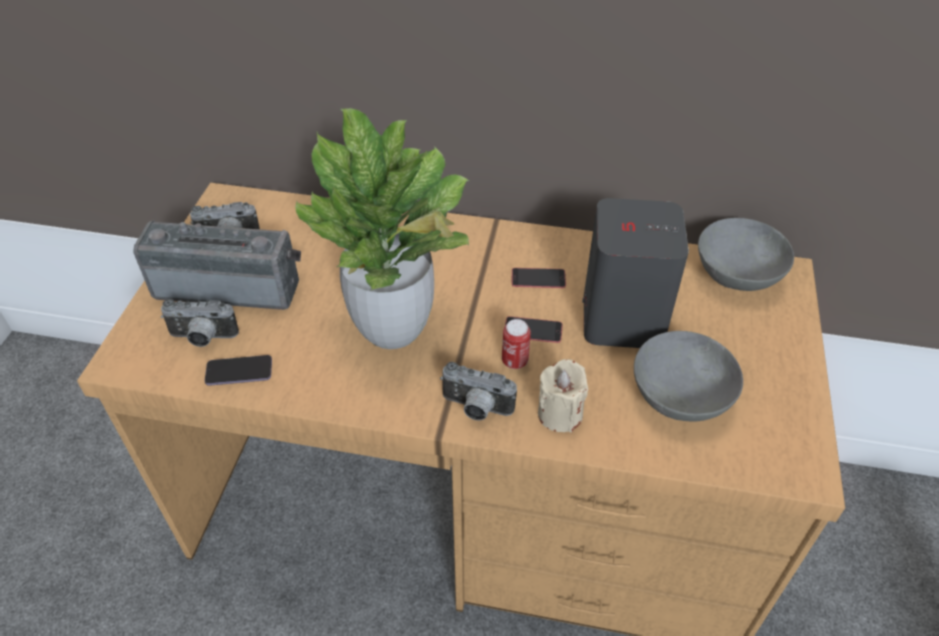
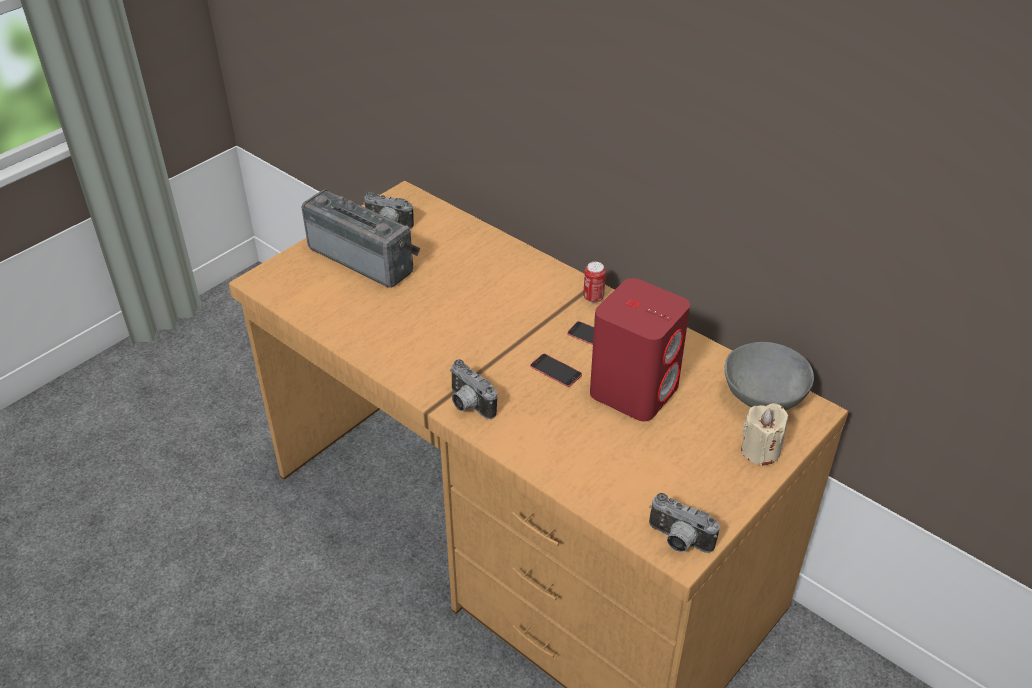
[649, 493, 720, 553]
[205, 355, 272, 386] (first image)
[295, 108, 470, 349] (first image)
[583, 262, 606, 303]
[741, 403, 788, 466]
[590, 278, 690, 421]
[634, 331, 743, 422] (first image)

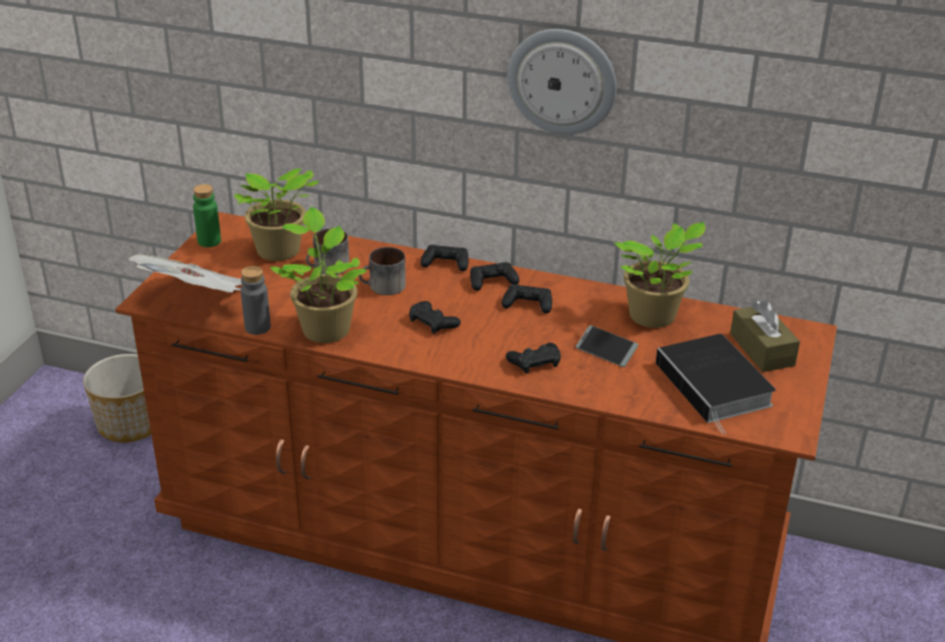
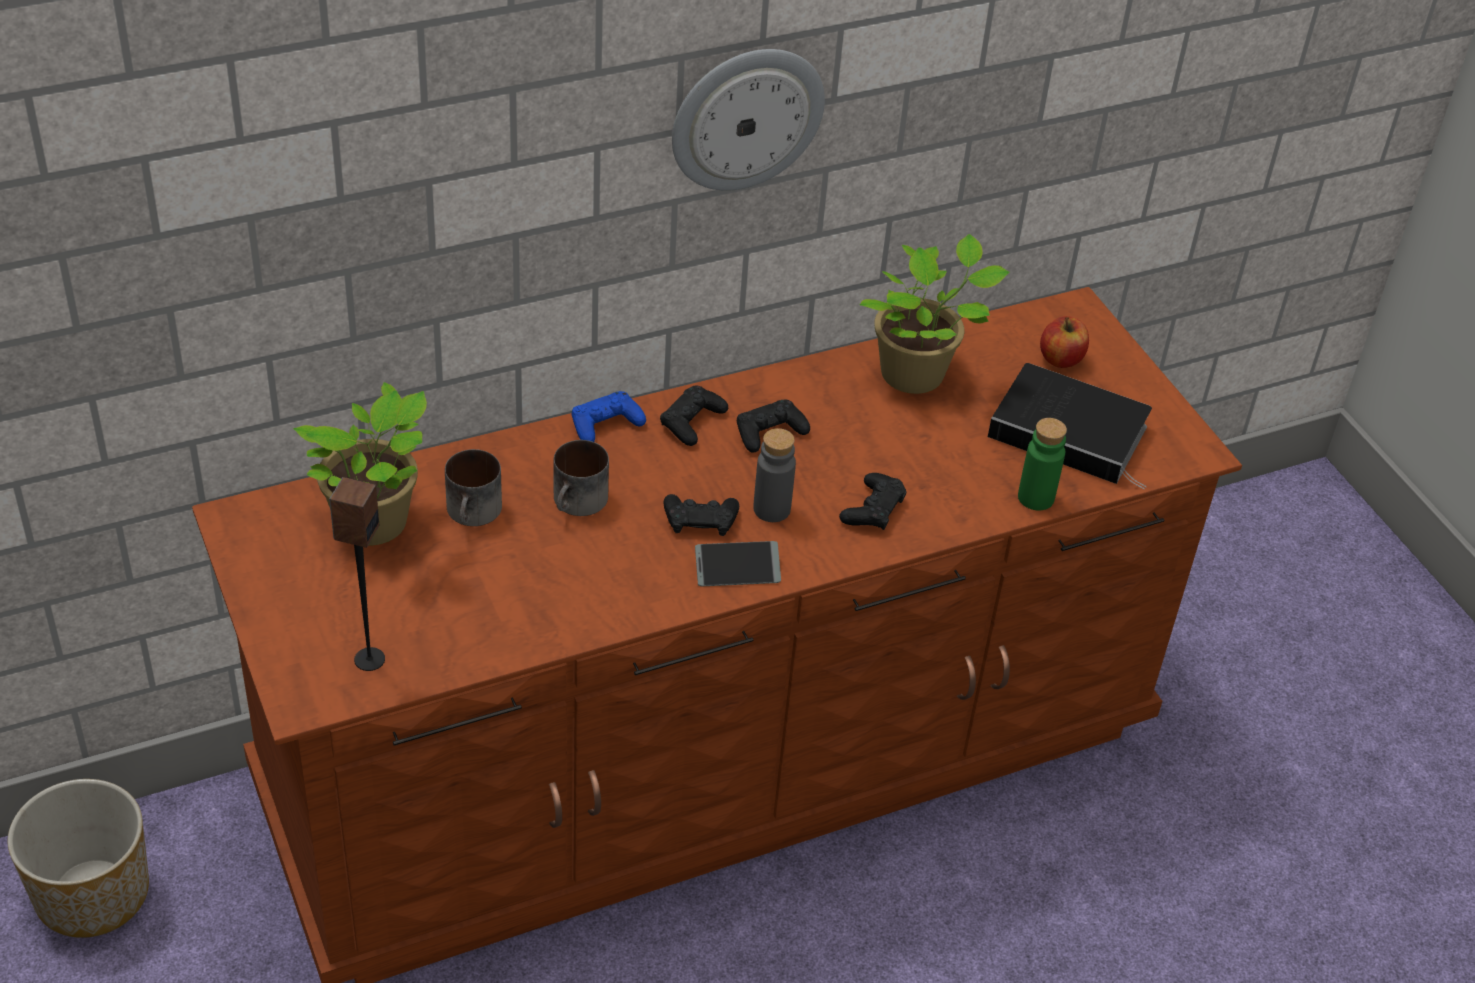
[329, 477, 385, 671]
[1018, 418, 1067, 510]
[753, 428, 796, 522]
[270, 207, 367, 343] (first image)
[572, 391, 646, 442]
[695, 541, 781, 586]
[1040, 316, 1089, 368]

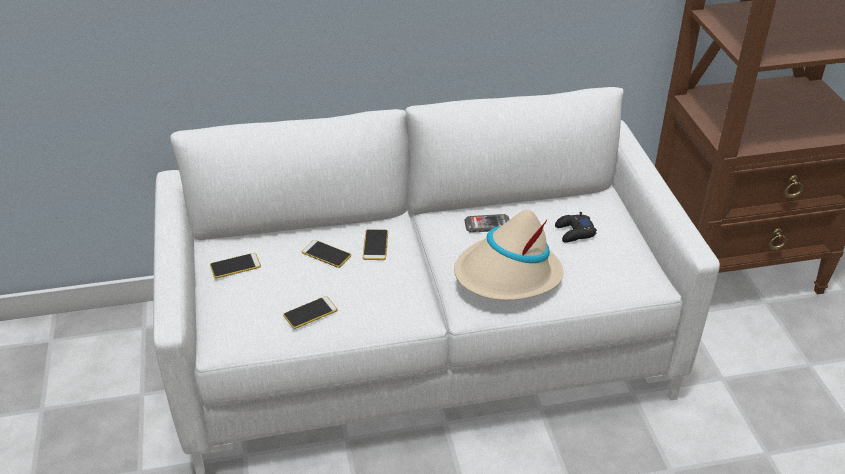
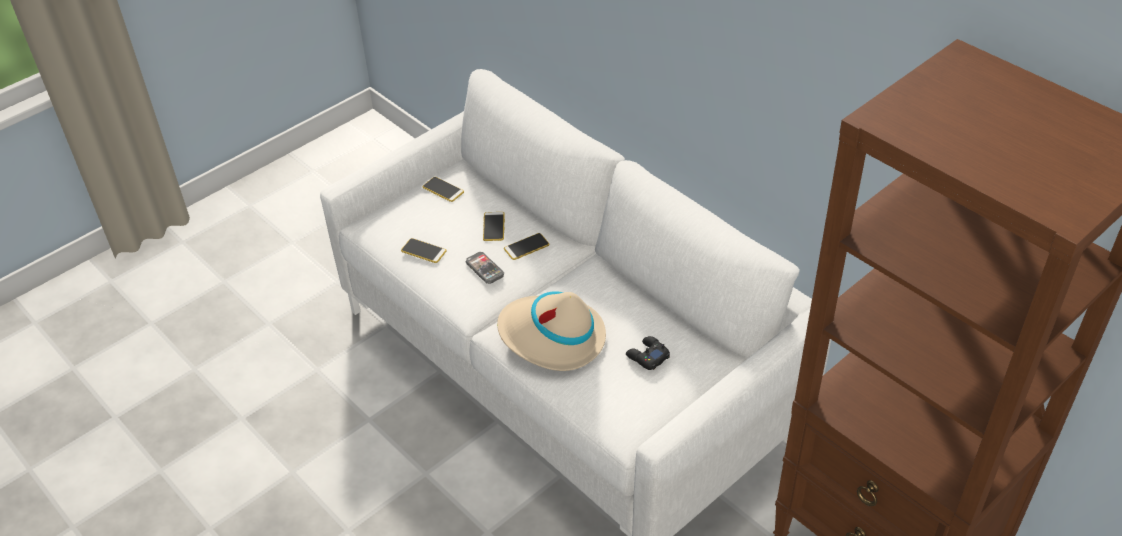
[466, 252, 504, 284]

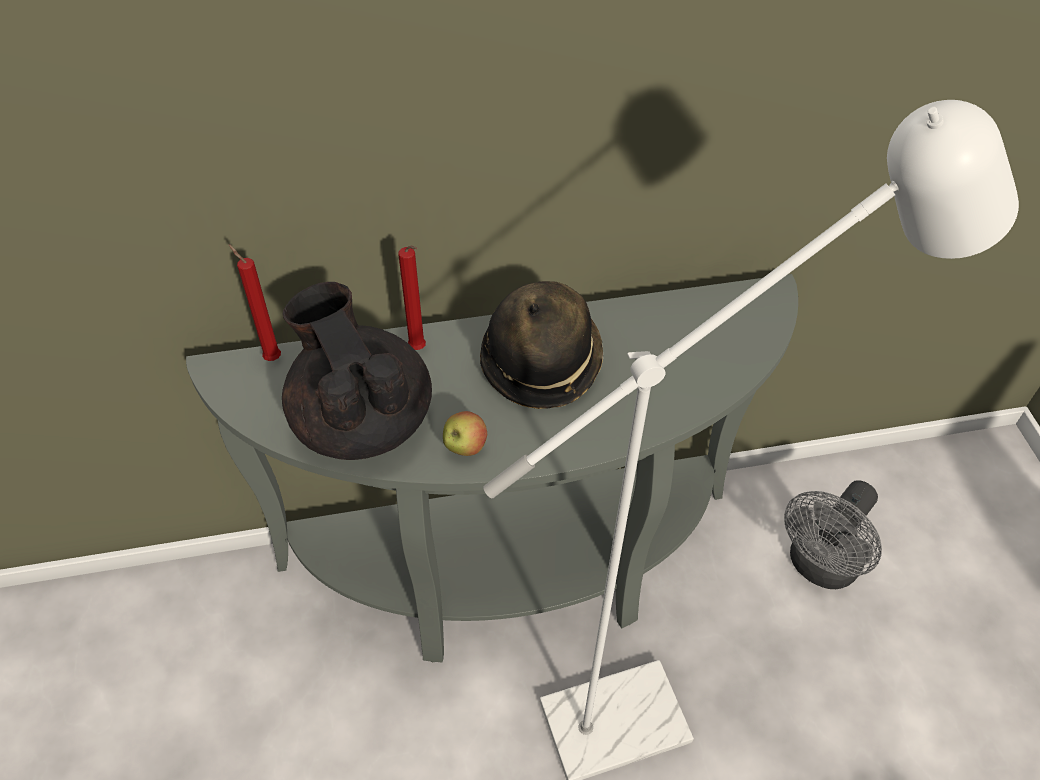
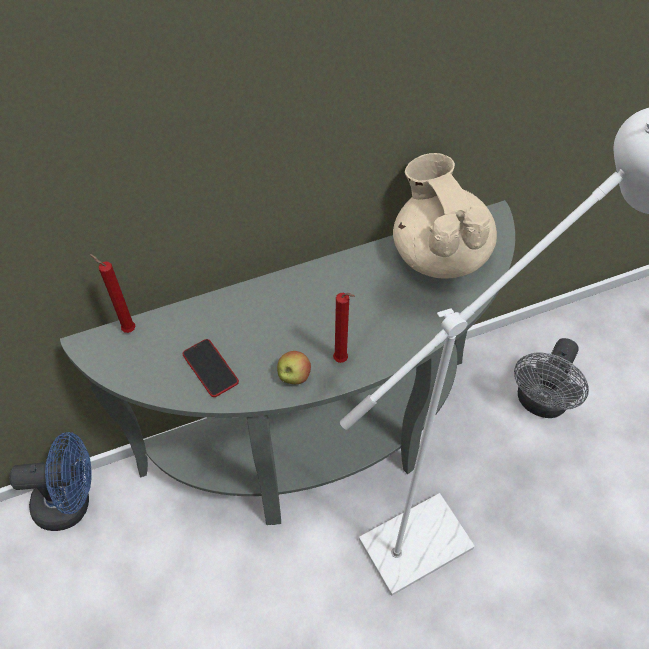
[183, 339, 239, 397]
[333, 293, 355, 363]
[480, 281, 603, 409] (first image)
[9, 432, 92, 531]
[393, 153, 497, 279]

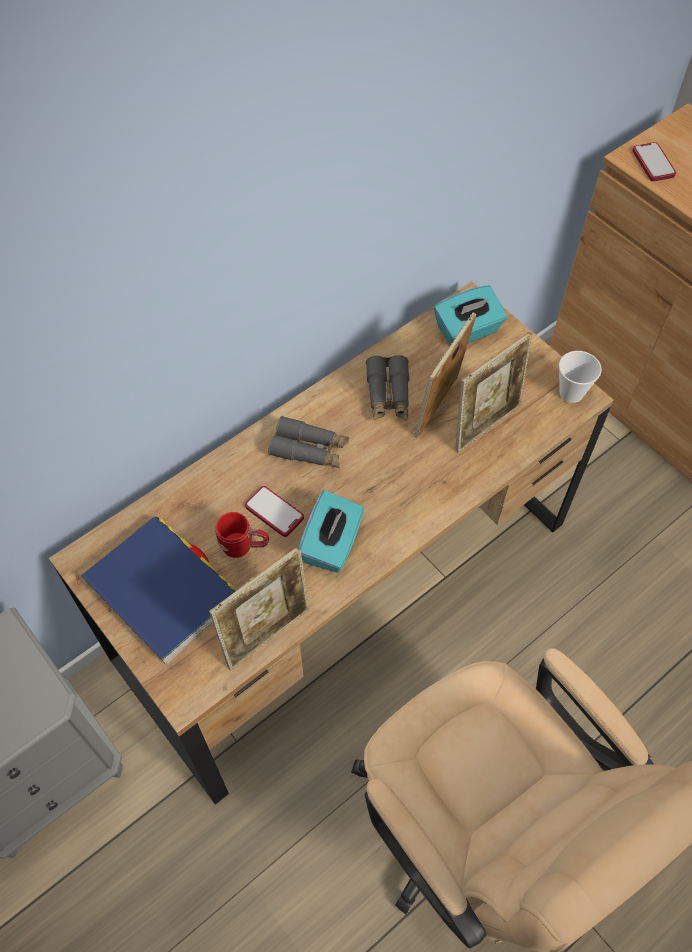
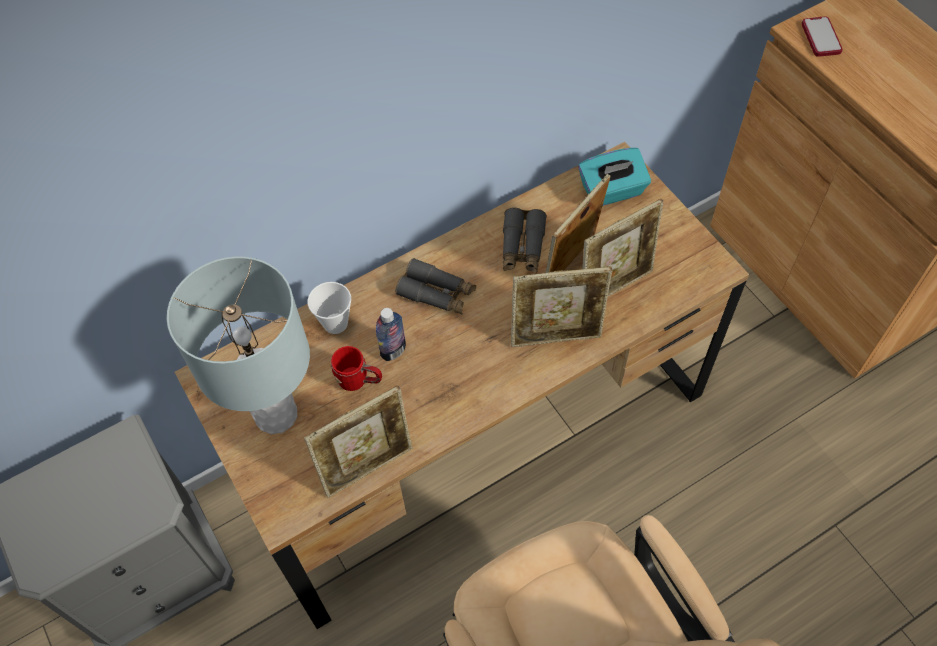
[167, 256, 310, 434]
[376, 308, 406, 361]
[299, 490, 364, 573] (first image)
[308, 282, 351, 334]
[511, 267, 612, 347]

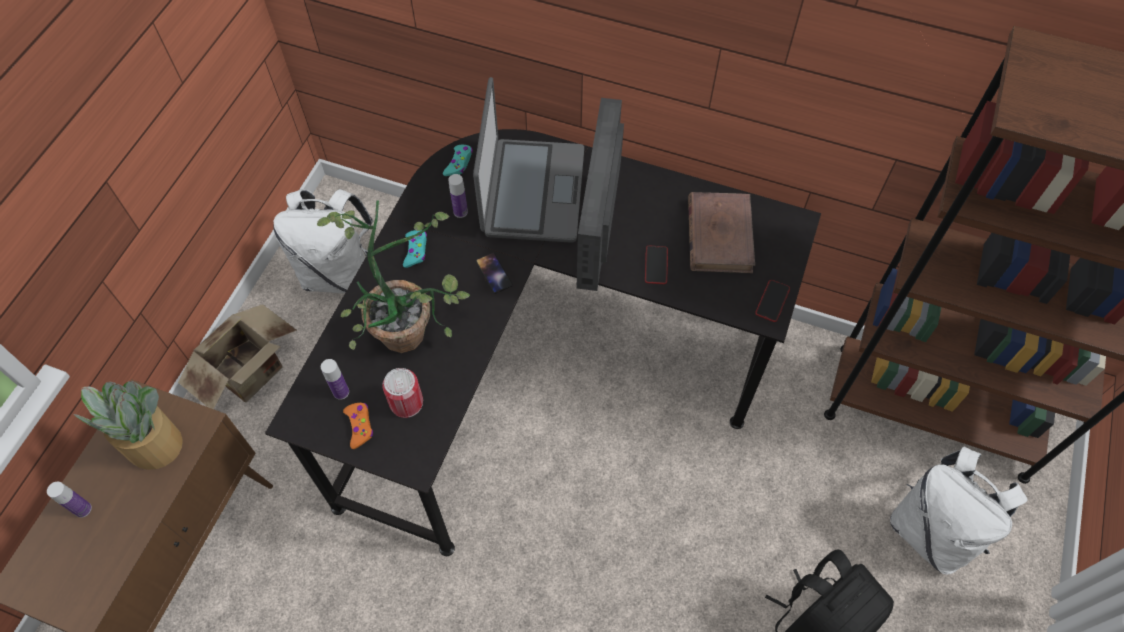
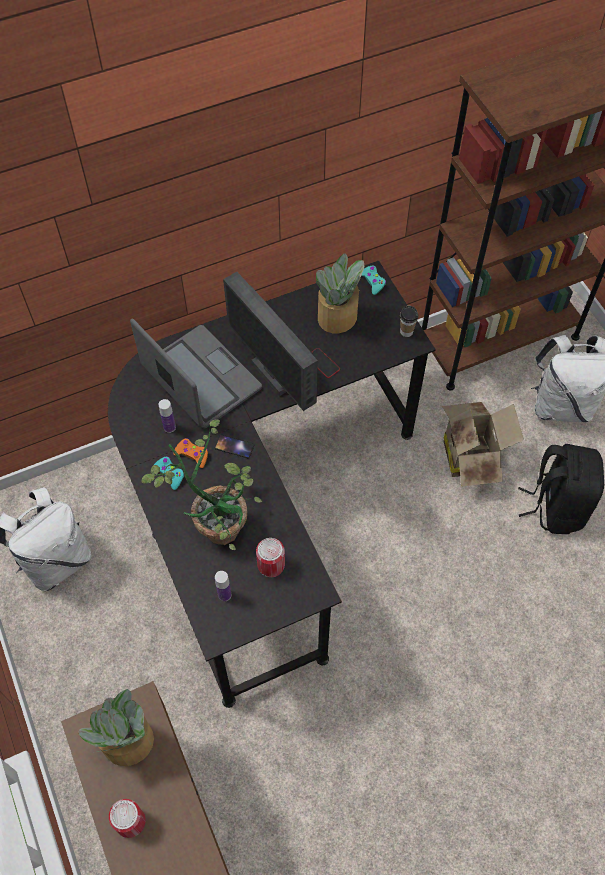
[109, 799, 146, 838]
[442, 402, 524, 487]
[173, 438, 208, 468]
[361, 266, 386, 295]
[316, 253, 364, 333]
[400, 306, 418, 337]

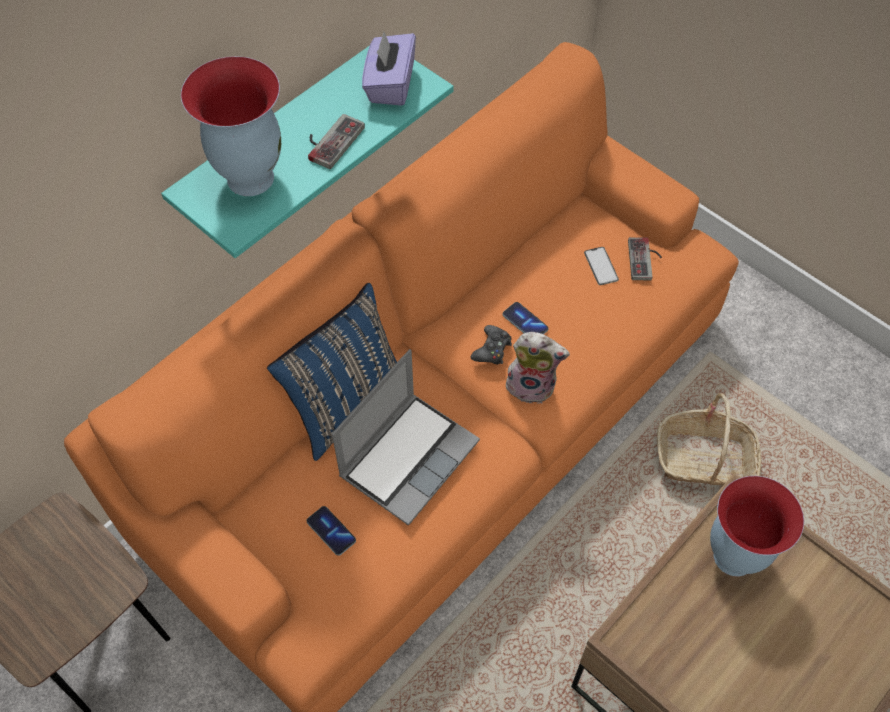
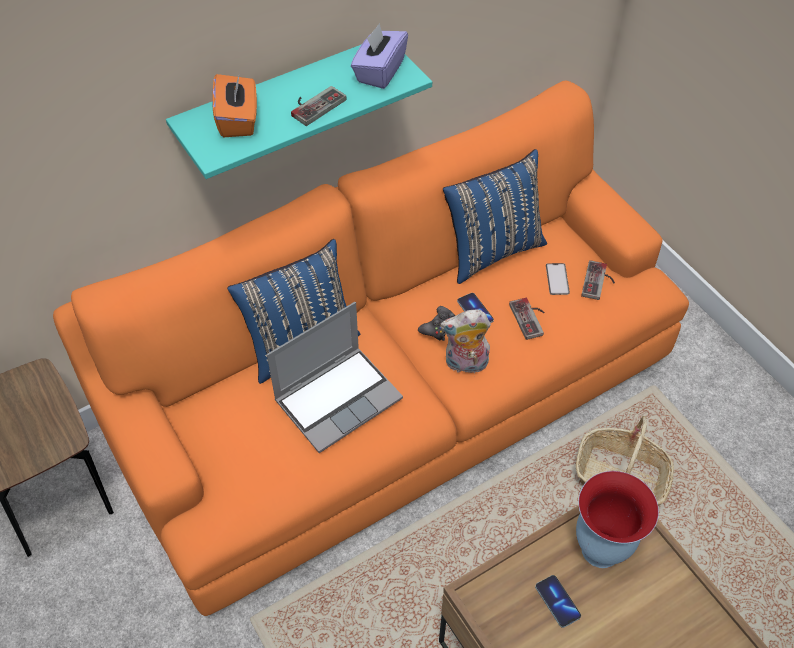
[212, 74, 257, 137]
[535, 575, 581, 628]
[440, 310, 491, 373]
[443, 149, 547, 284]
[509, 298, 544, 340]

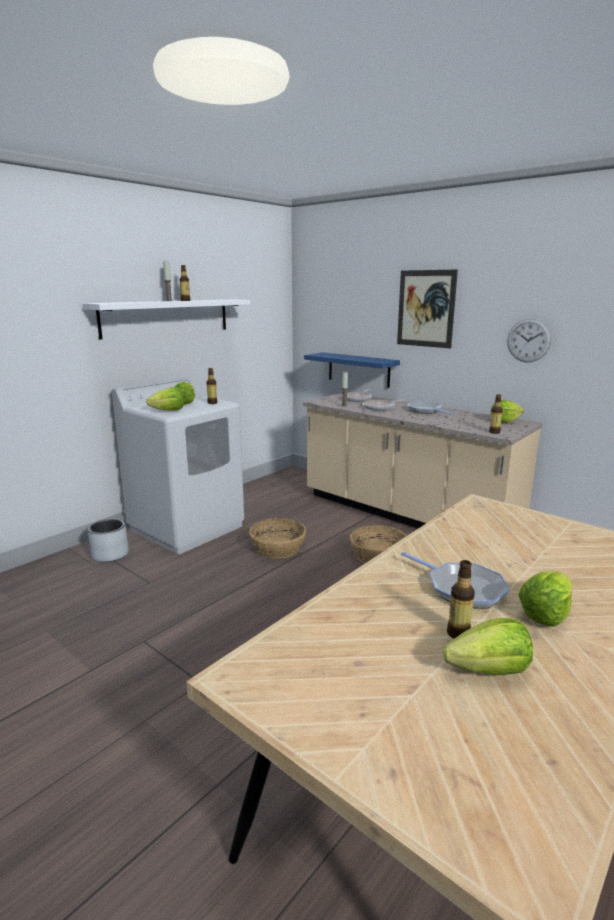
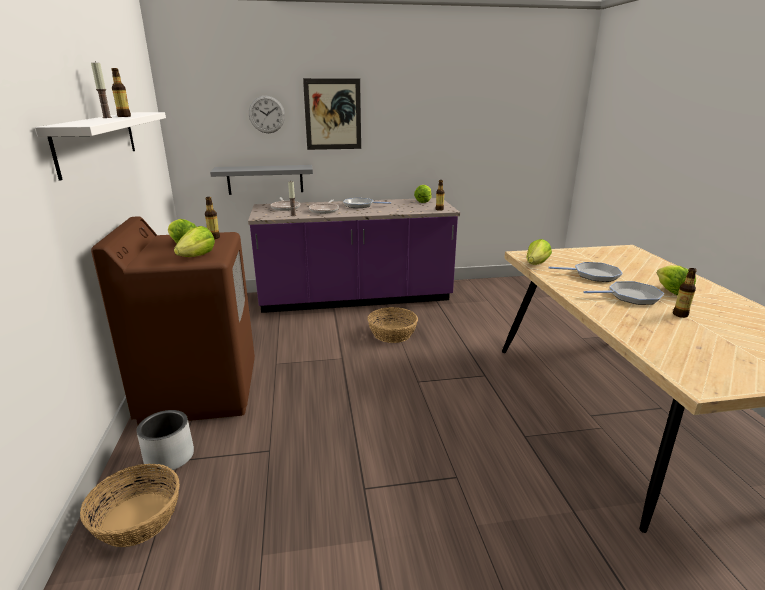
[91, 216, 255, 425]
[80, 464, 180, 547]
[248, 198, 460, 313]
[210, 165, 313, 195]
[526, 239, 552, 265]
[249, 95, 285, 133]
[548, 262, 623, 282]

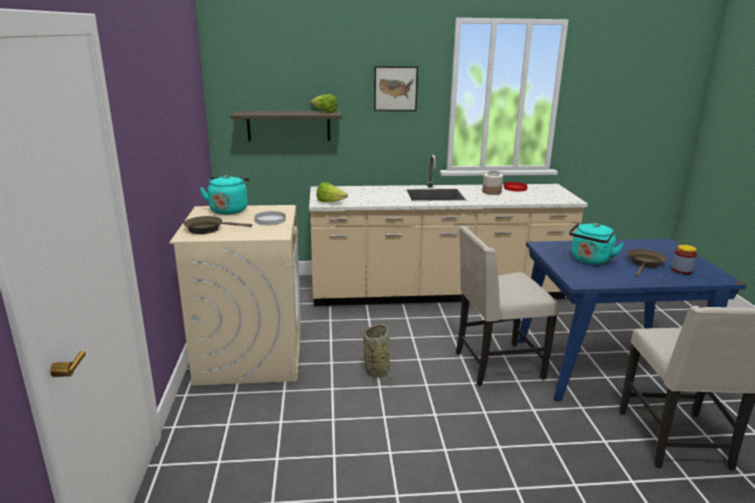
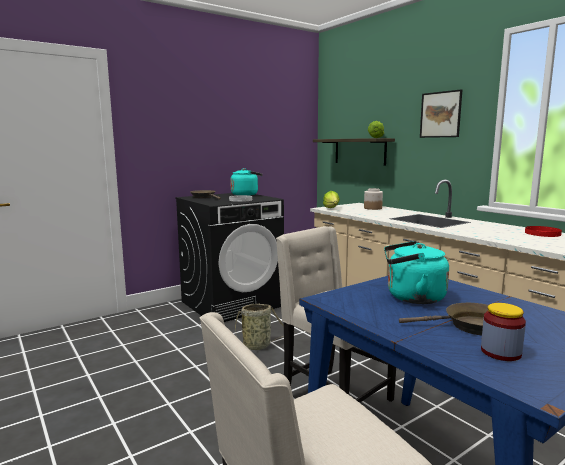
[175, 193, 284, 322]
[364, 188, 383, 210]

